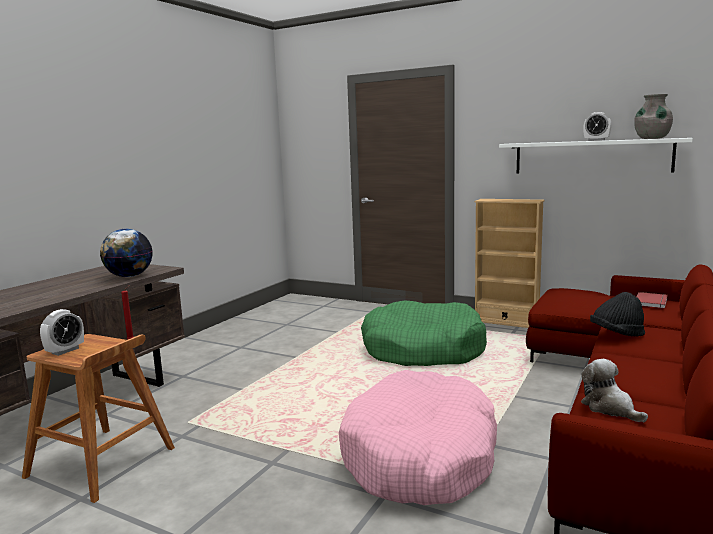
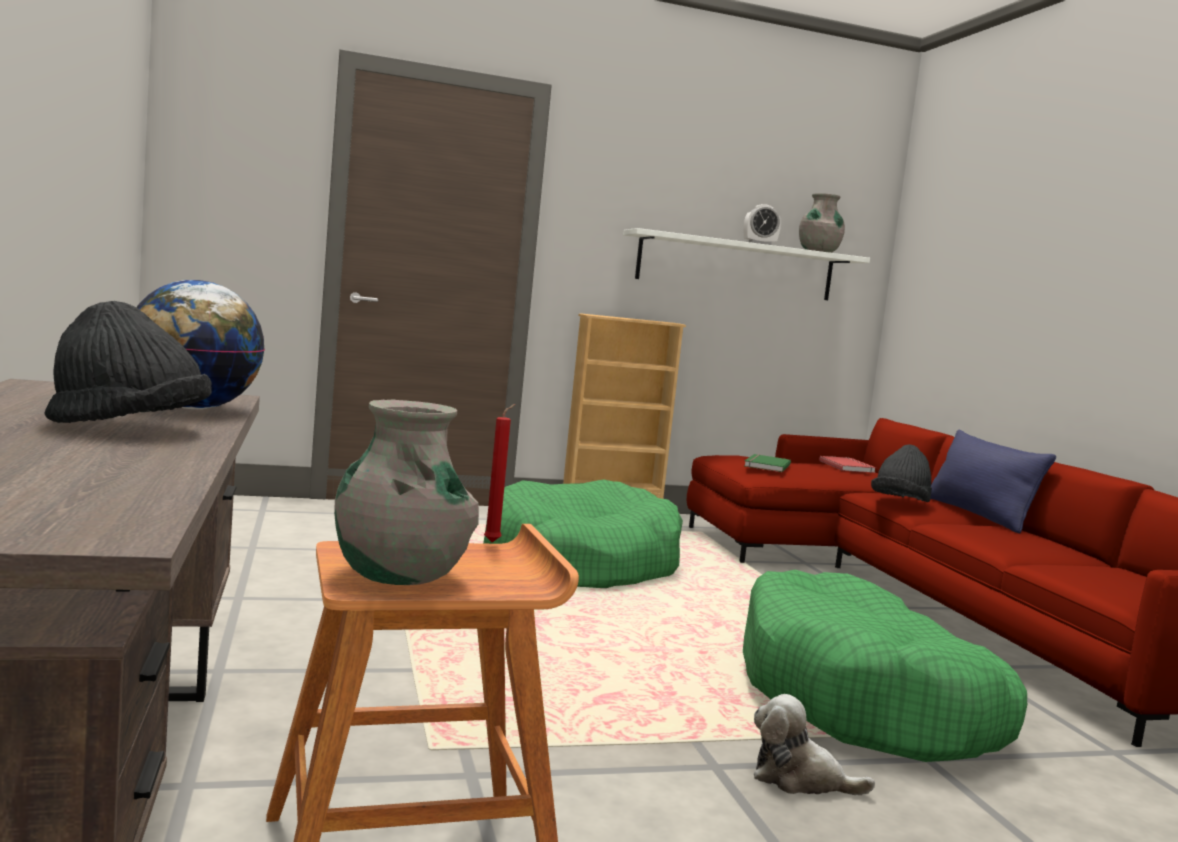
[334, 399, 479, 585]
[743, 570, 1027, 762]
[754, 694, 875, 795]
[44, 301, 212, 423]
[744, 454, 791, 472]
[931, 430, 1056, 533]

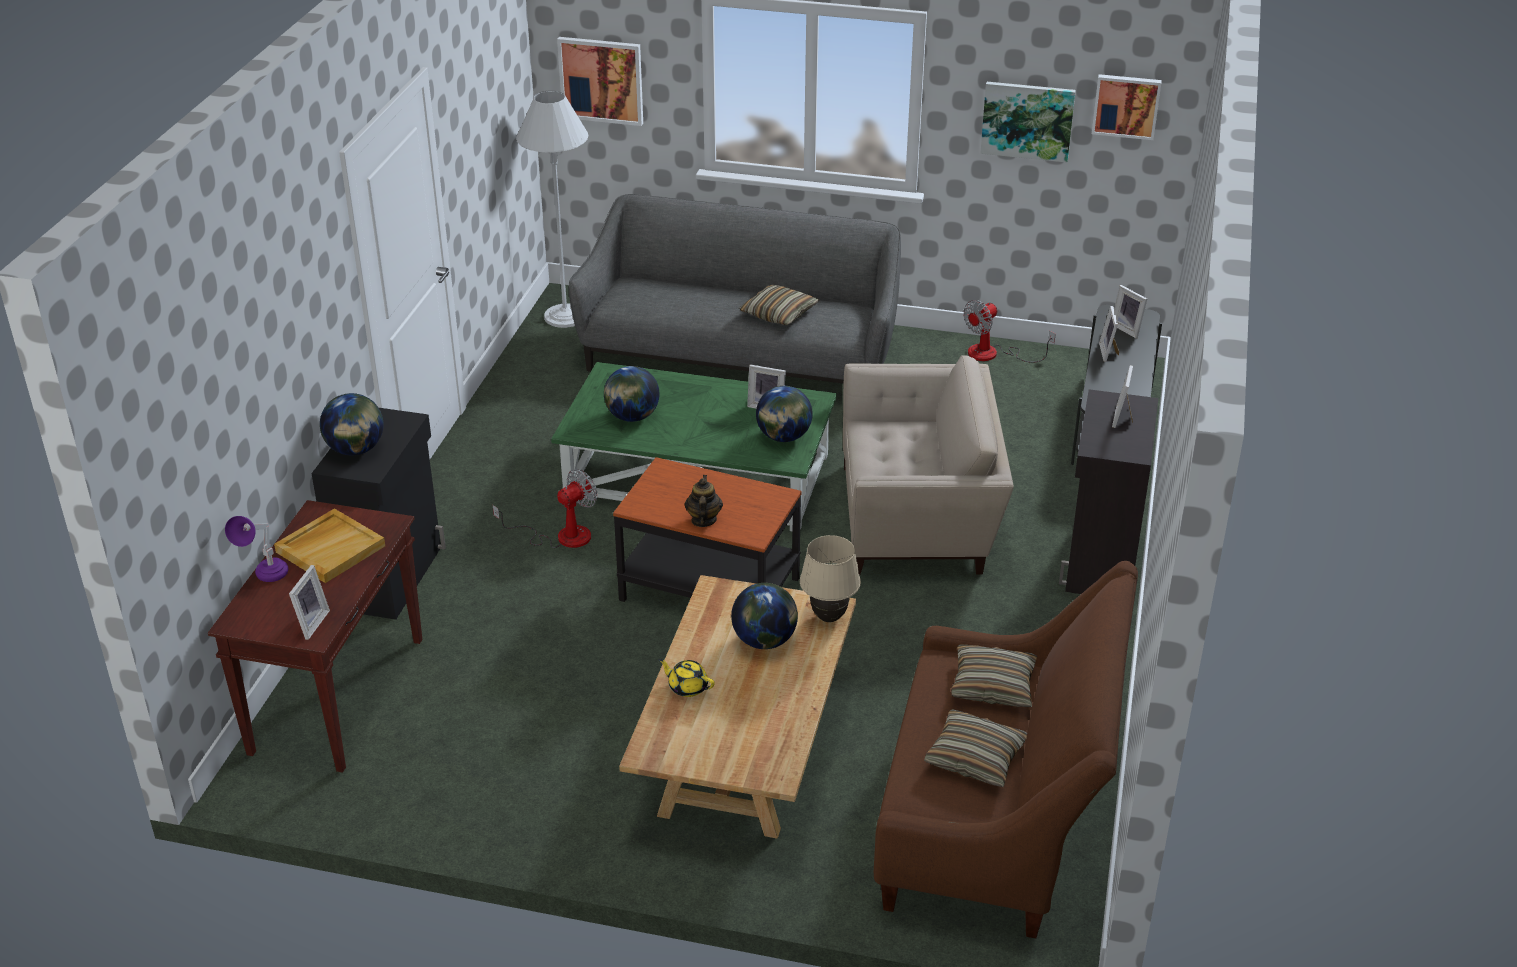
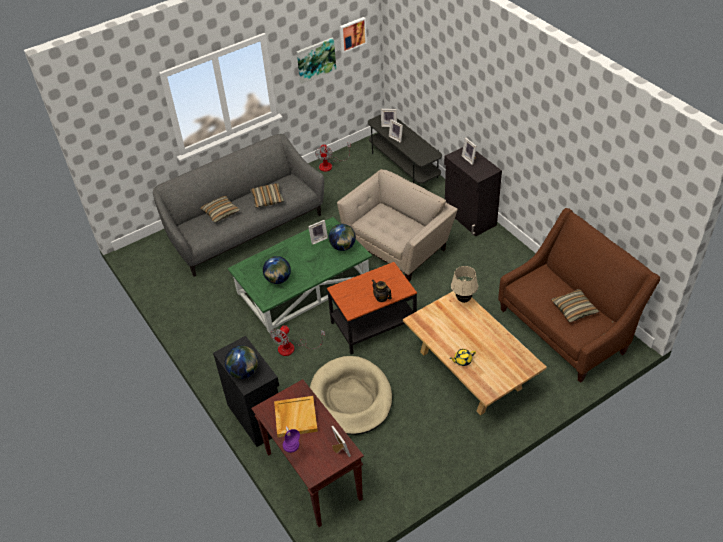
[270, 325, 325, 356]
[516, 90, 588, 328] (first image)
[557, 37, 643, 126] (first image)
[731, 583, 798, 649] (first image)
[200, 196, 240, 223]
[310, 356, 392, 435]

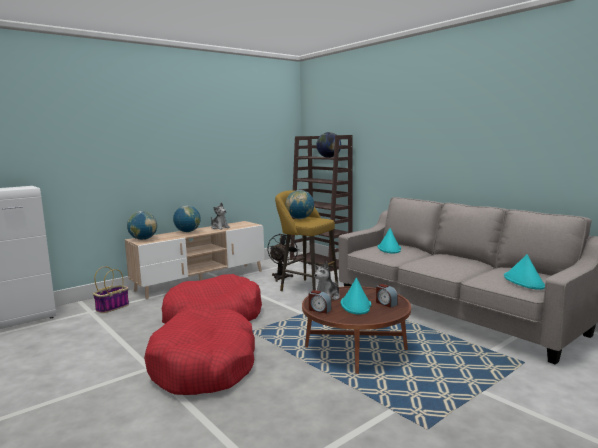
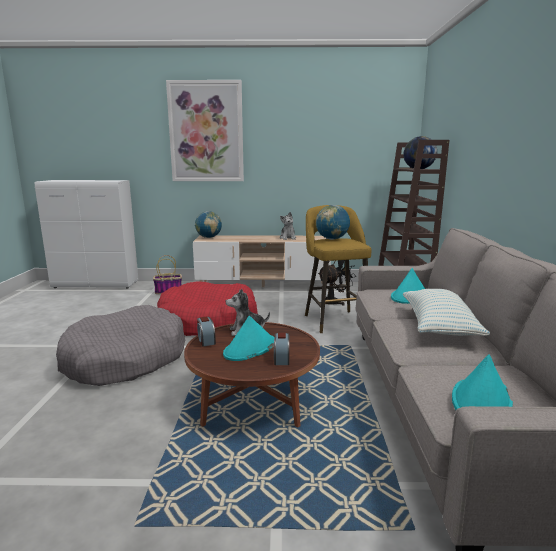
[56, 305, 185, 386]
[173, 205, 201, 232] (first image)
[166, 80, 244, 181]
[403, 289, 490, 336]

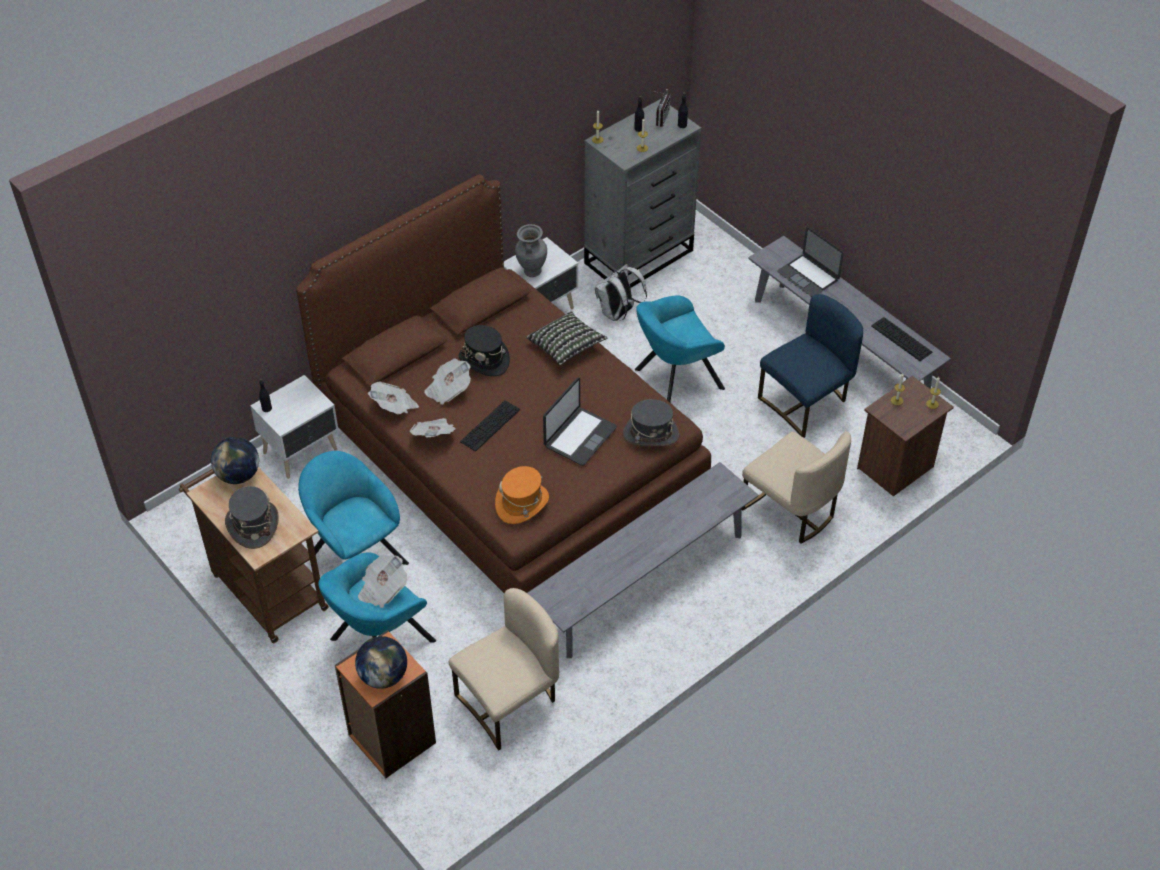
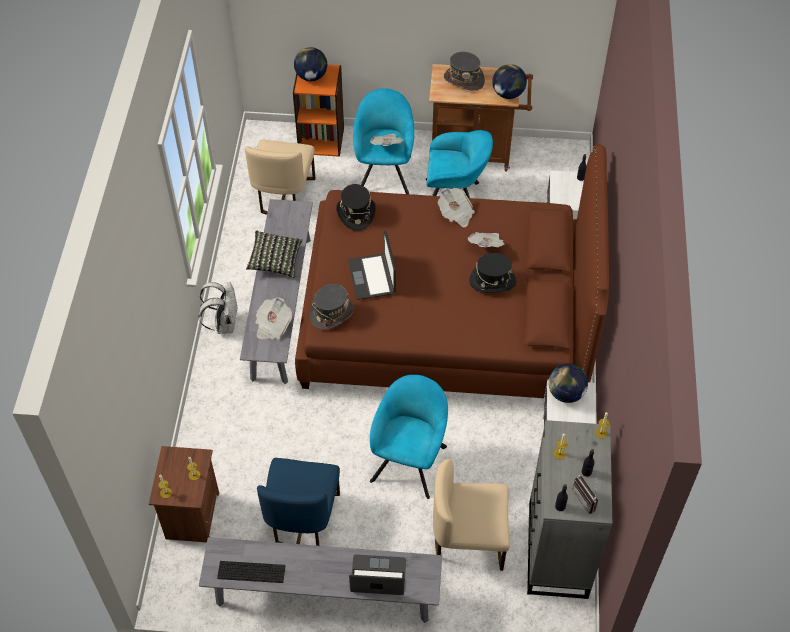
[255, 297, 292, 340]
[460, 400, 520, 451] (first image)
[336, 184, 376, 231]
[548, 364, 588, 403]
[246, 230, 302, 278]
[198, 282, 237, 334]
[433, 459, 510, 571]

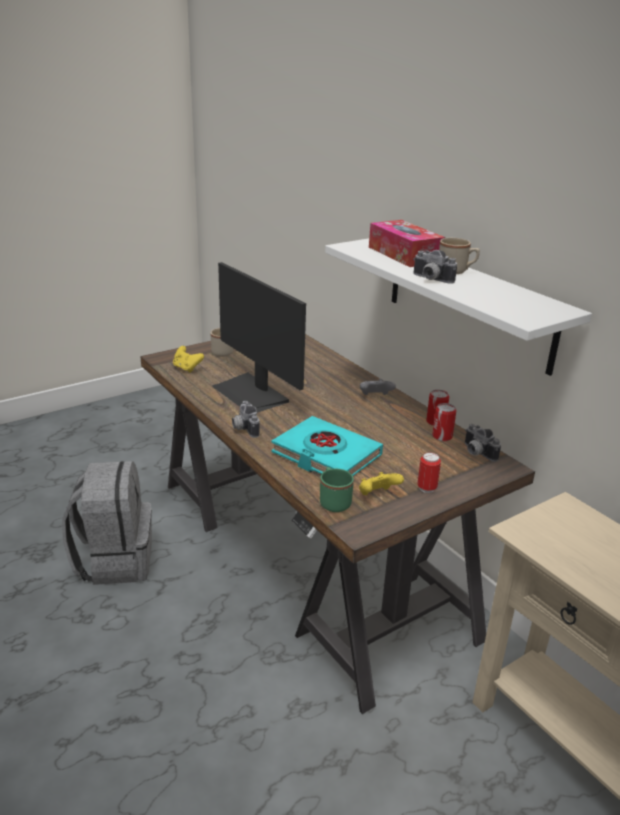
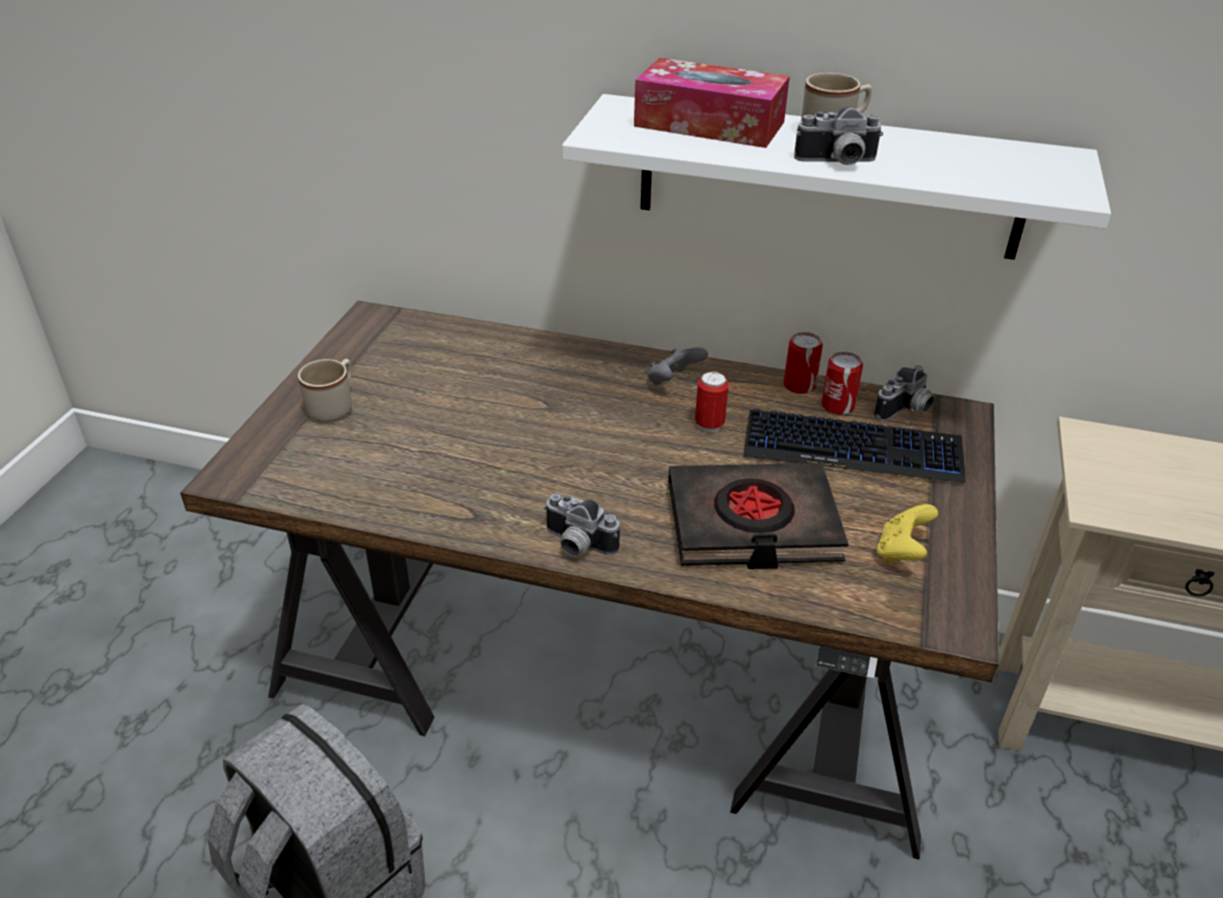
[173, 346, 204, 373] (first image)
[212, 262, 306, 413] (first image)
[668, 463, 848, 569]
[320, 467, 354, 512] (first image)
[695, 371, 729, 432]
[874, 365, 934, 422]
[743, 409, 966, 483]

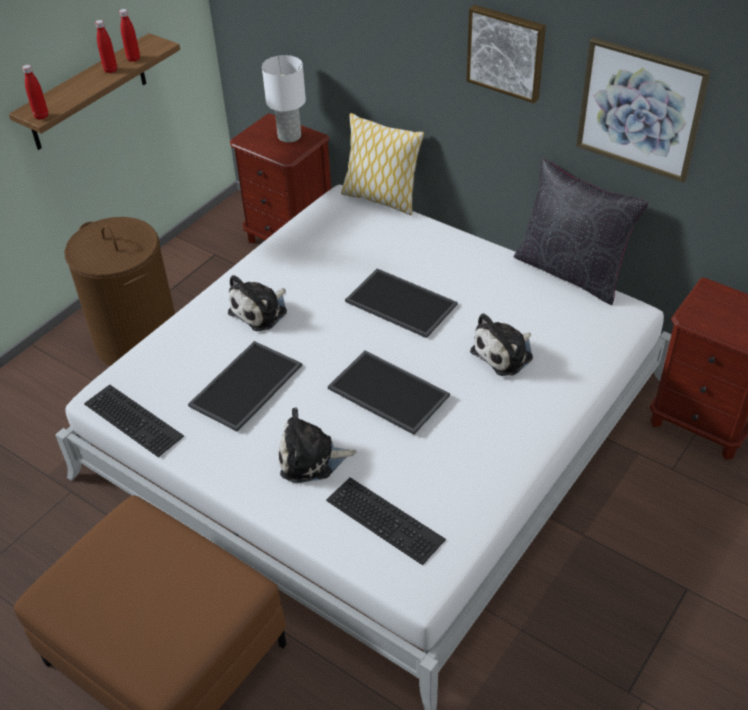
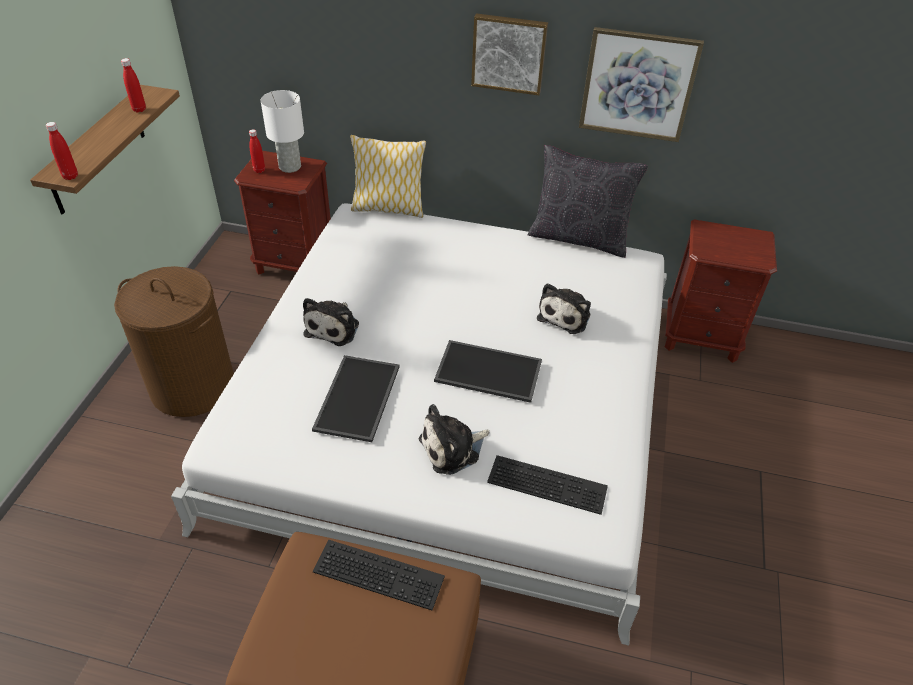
[313, 540, 445, 610]
[249, 129, 265, 173]
[345, 268, 457, 338] (first image)

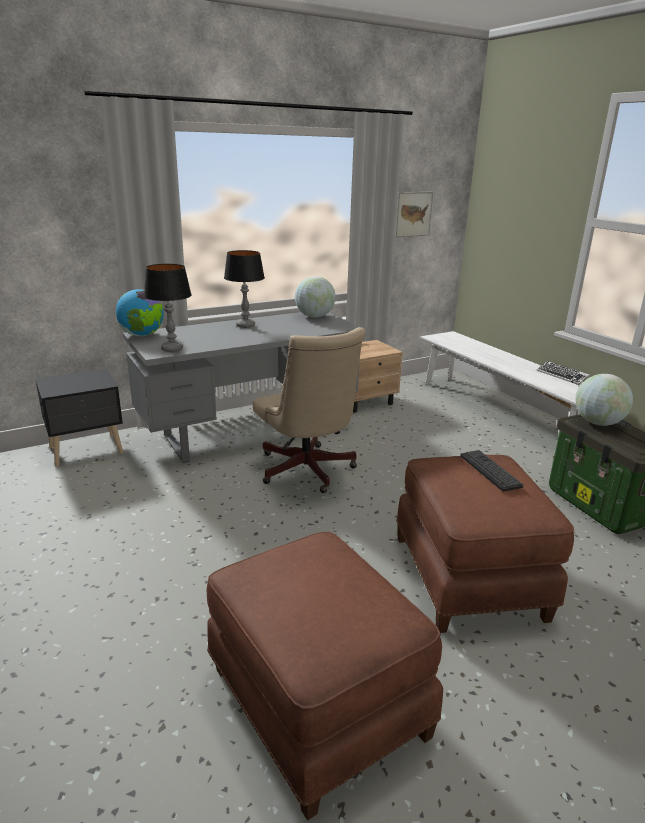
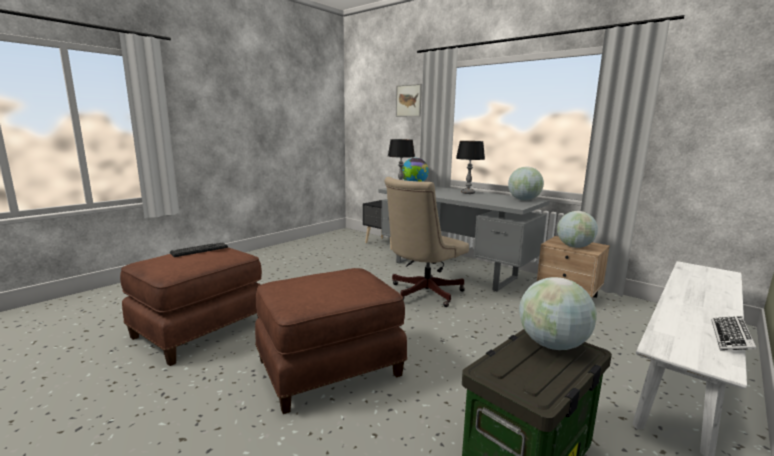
[396, 84, 422, 117]
[170, 243, 228, 257]
[557, 211, 598, 248]

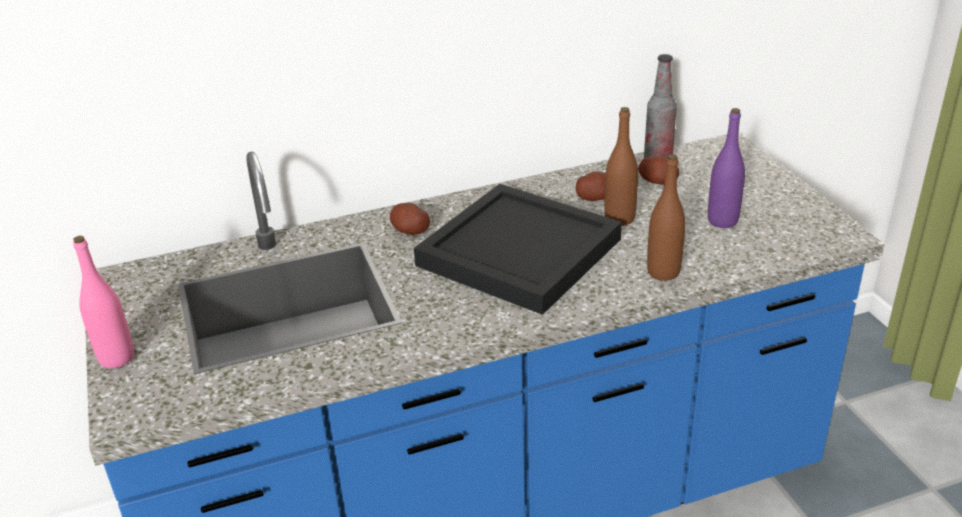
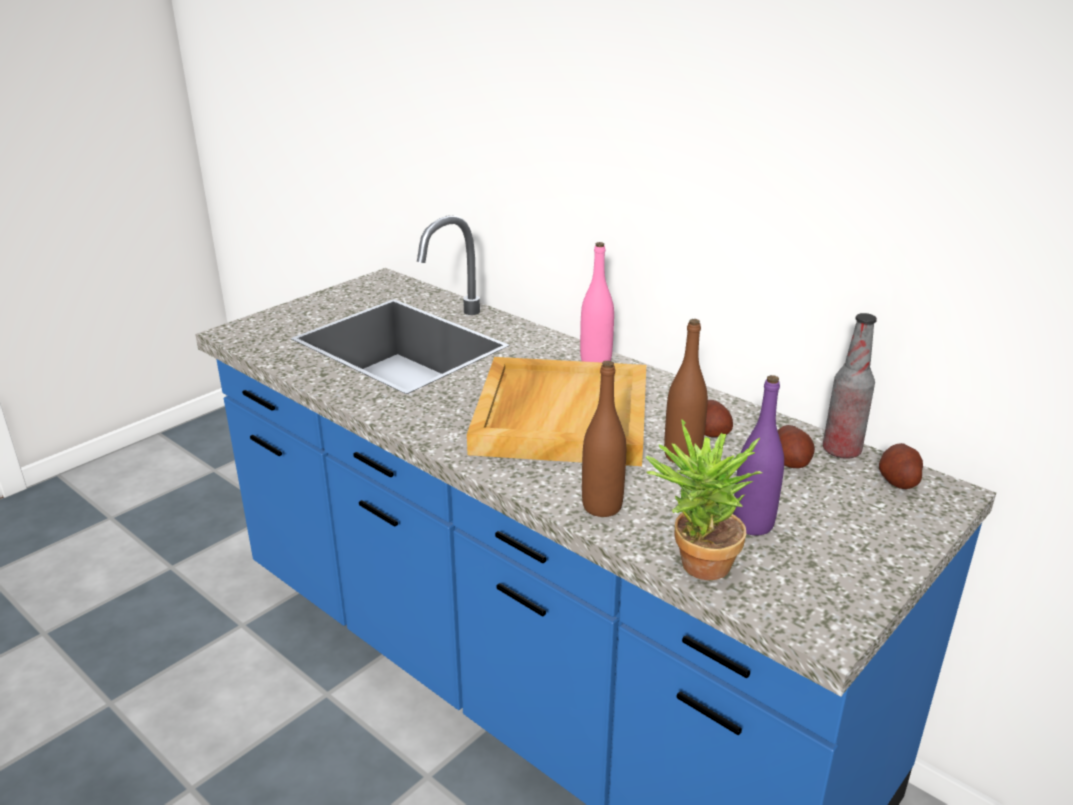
[580, 242, 614, 363]
[879, 443, 923, 489]
[467, 357, 646, 466]
[646, 419, 763, 580]

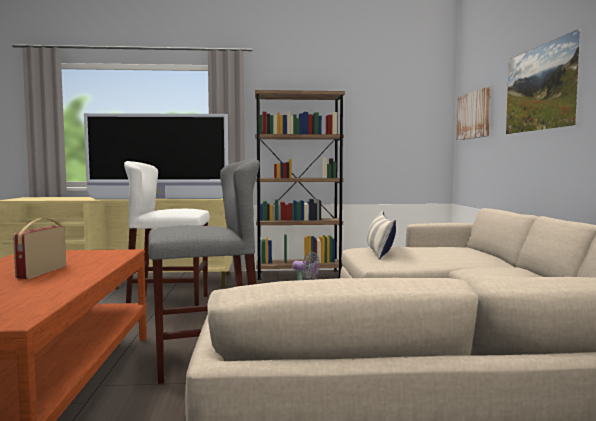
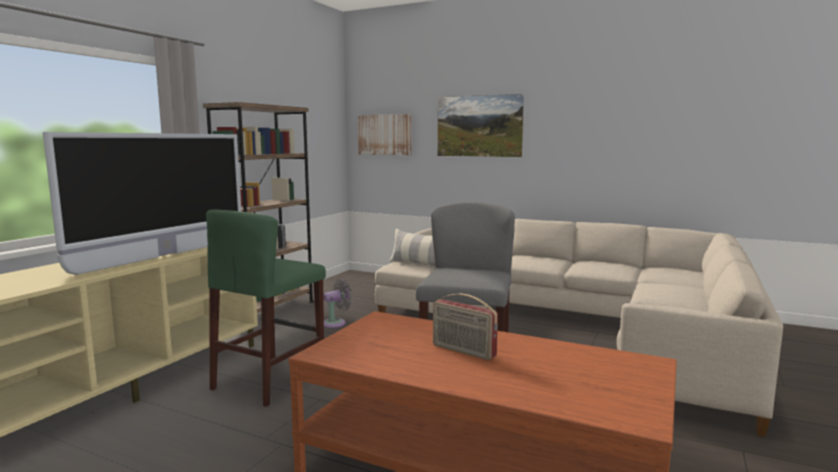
[206, 209, 326, 407]

